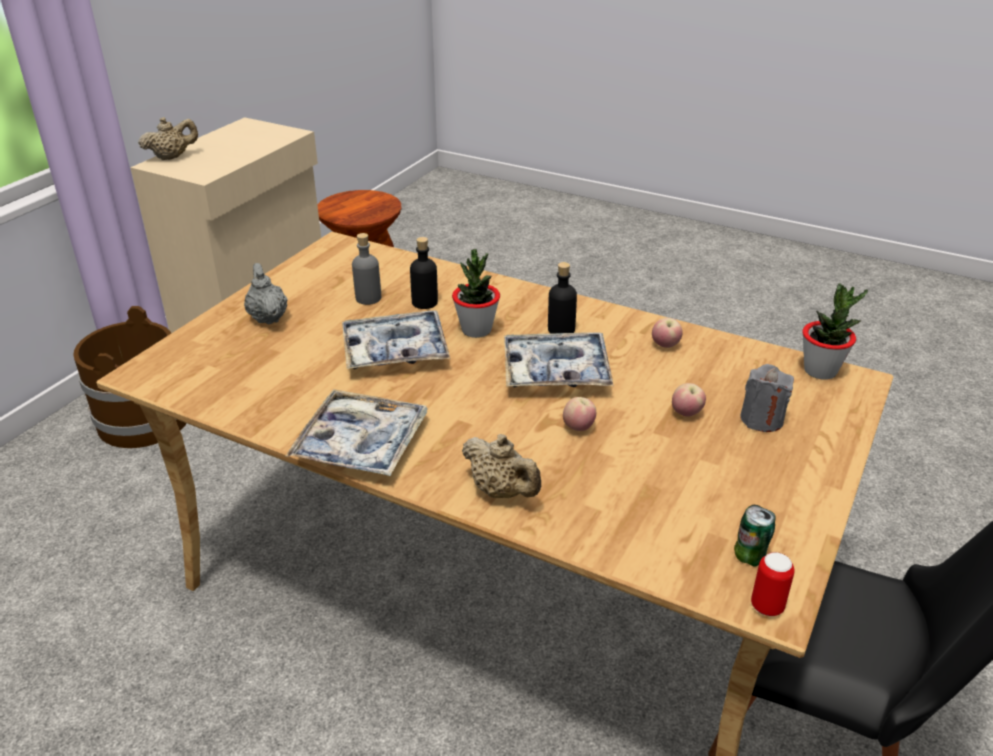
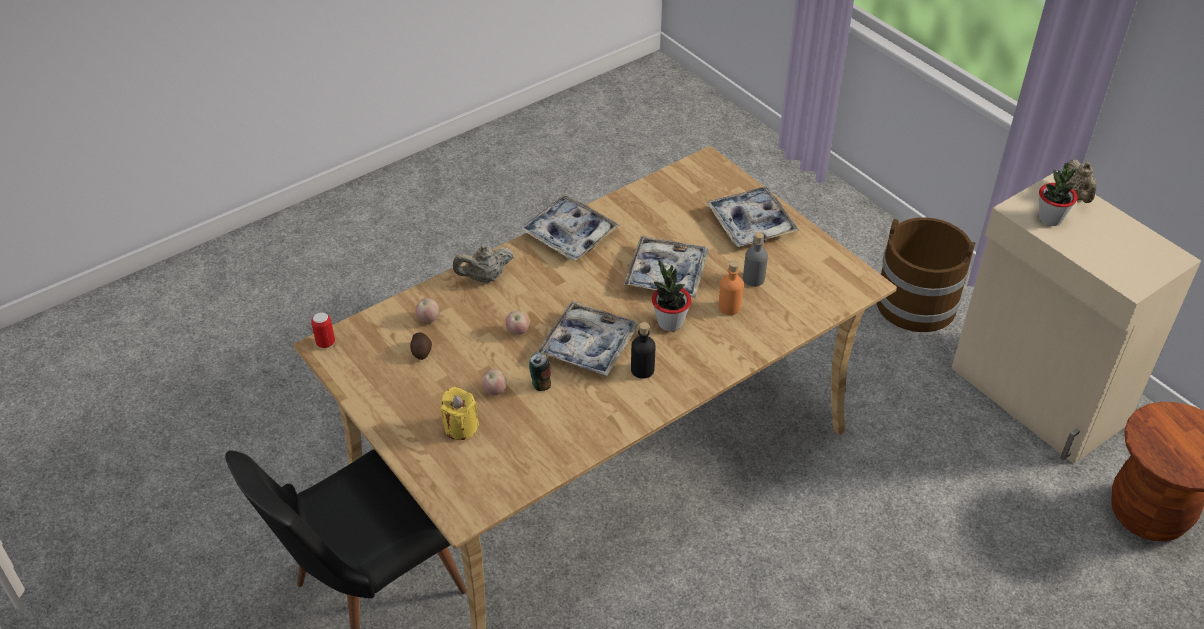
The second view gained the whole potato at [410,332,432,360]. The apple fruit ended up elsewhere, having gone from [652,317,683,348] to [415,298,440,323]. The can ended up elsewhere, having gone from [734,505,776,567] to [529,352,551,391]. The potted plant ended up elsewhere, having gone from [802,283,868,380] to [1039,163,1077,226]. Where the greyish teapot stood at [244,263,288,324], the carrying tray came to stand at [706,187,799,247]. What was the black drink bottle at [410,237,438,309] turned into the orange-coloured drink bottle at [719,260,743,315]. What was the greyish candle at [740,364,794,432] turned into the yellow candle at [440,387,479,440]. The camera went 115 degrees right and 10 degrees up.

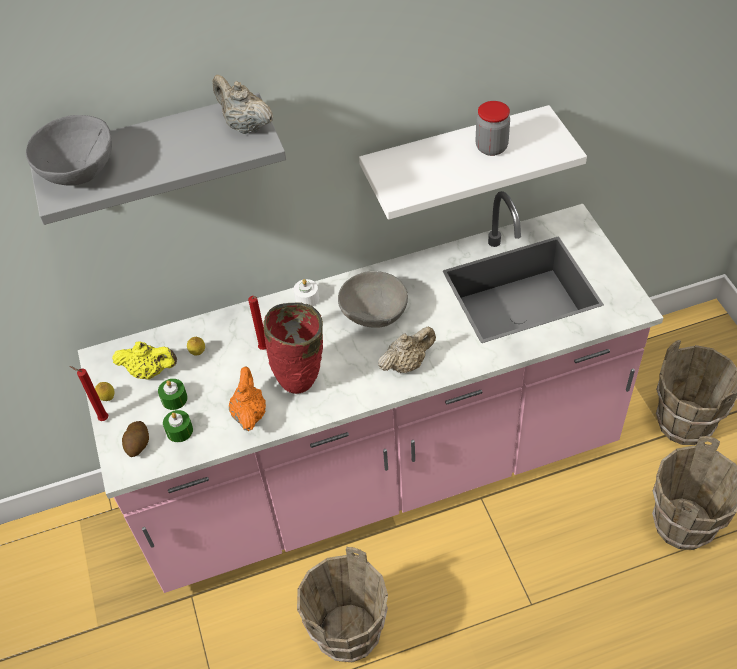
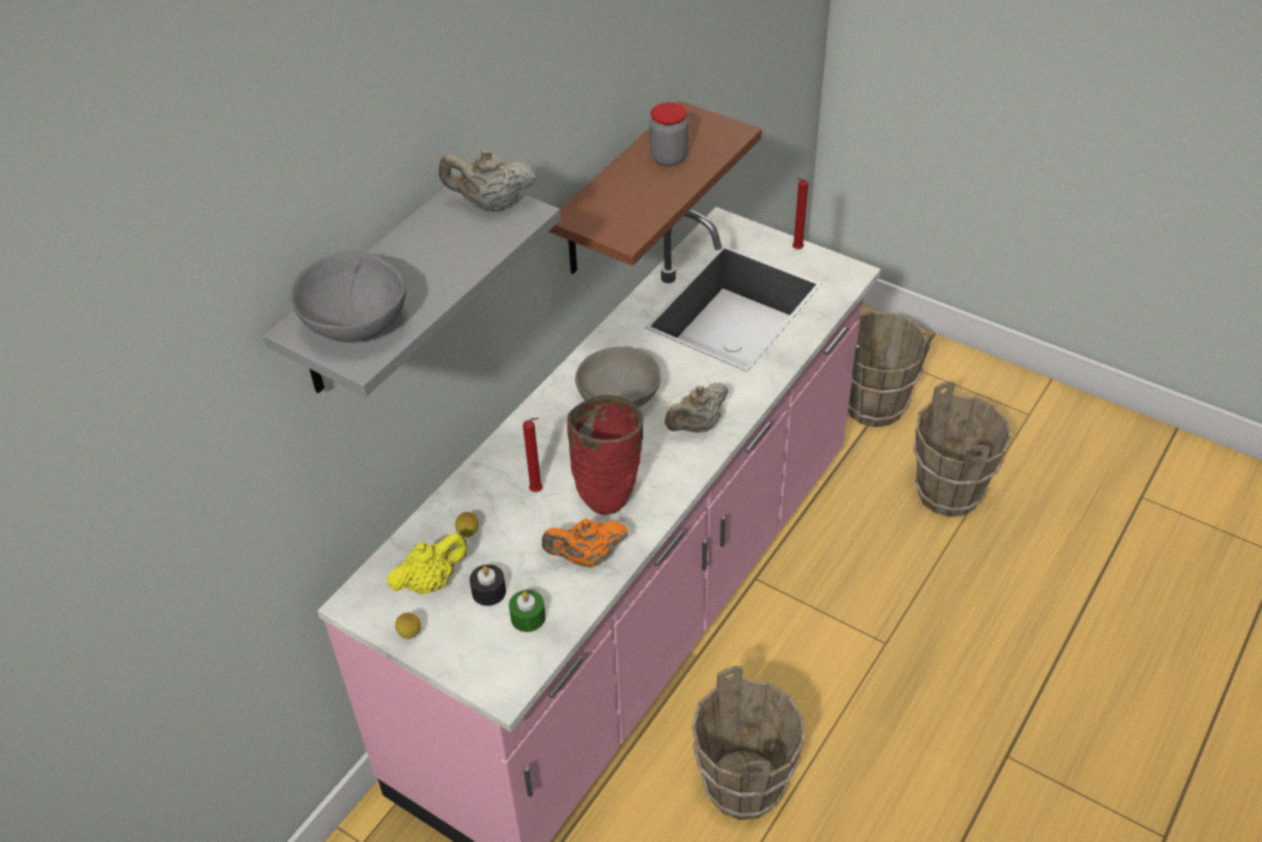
The second view lost the whole potato at [122,421,149,457]. The second view lost the white-coloured candle at [293,279,319,306]. The red candle ended up elsewhere, having gone from [69,366,108,421] to [792,177,808,249]. What was the greenish candle at [158,379,188,410] turned into the black candle at [470,564,506,606]. What was the white-coloured bracket shelf at [359,105,587,220] turned into the brownish bracket shelf at [548,101,762,274]. The orange-coloured teapot at [229,366,266,431] ended up facing another way, 60 degrees counterclockwise from before. The beige teapot at [378,327,436,373] ended up facing another way, 150 degrees counterclockwise from before. The camera went 40 degrees left and 5 degrees down.

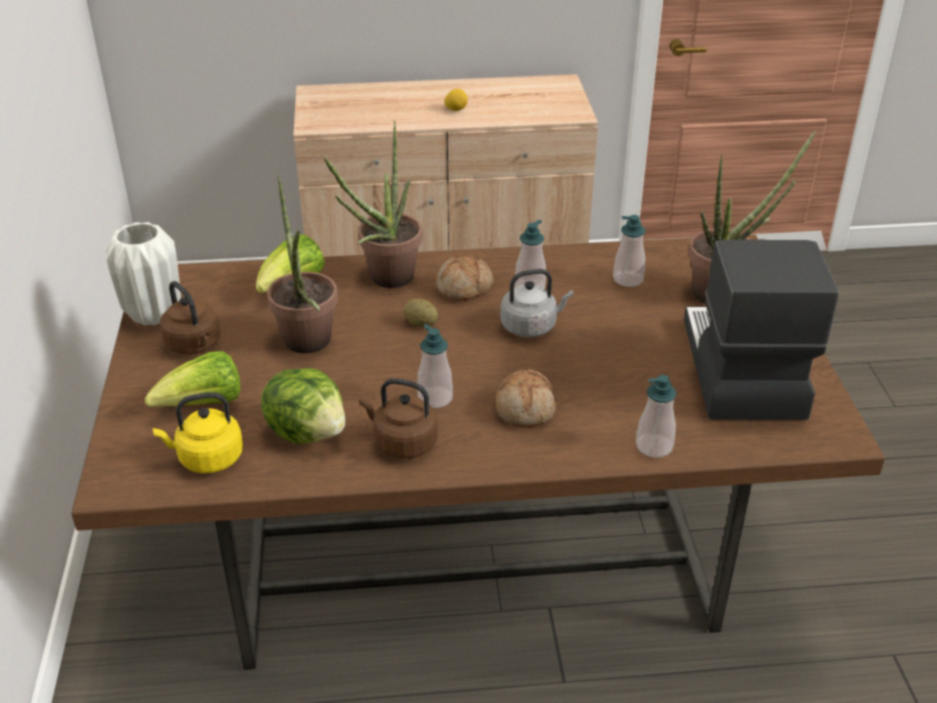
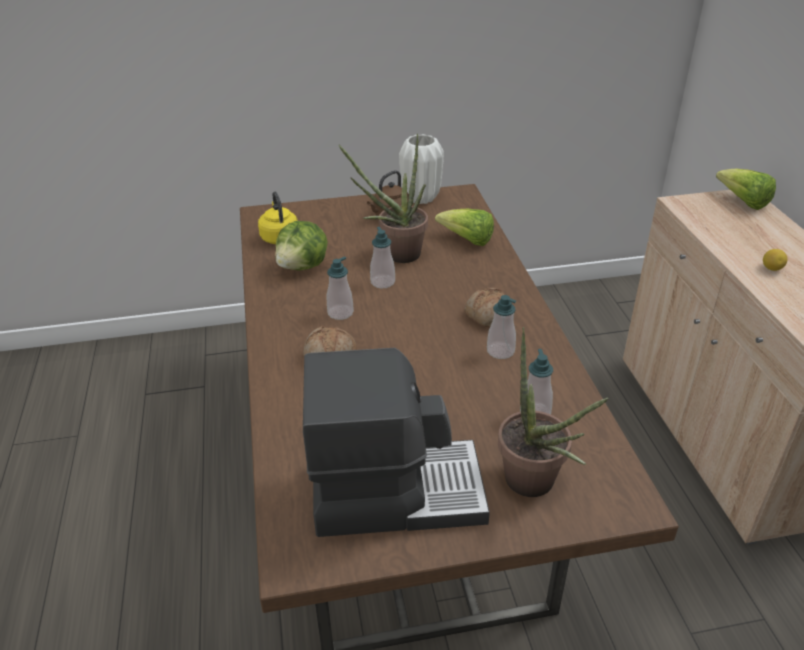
The second view lost the potted plant at [324,120,422,288]. The second view lost the brownish water kettle at [359,378,438,459]. The second view lost the whole potato at [403,299,438,327]. The second view lost the greyish water kettle at [500,269,574,338]. The lettuce ended up elsewhere, having gone from [145,351,241,407] to [716,169,776,210]. The soap bottle ended up elsewhere, having gone from [636,375,676,458] to [370,227,395,288]. The camera went 85 degrees right and 0 degrees up.

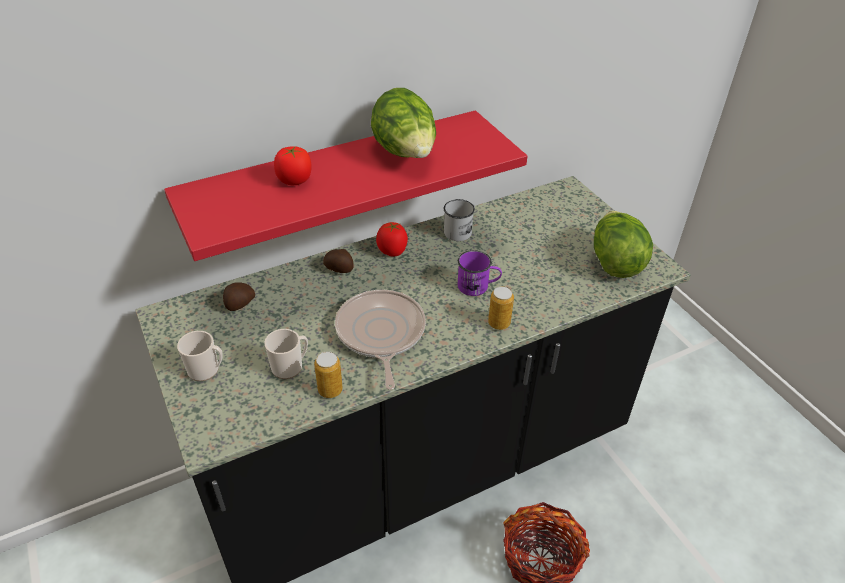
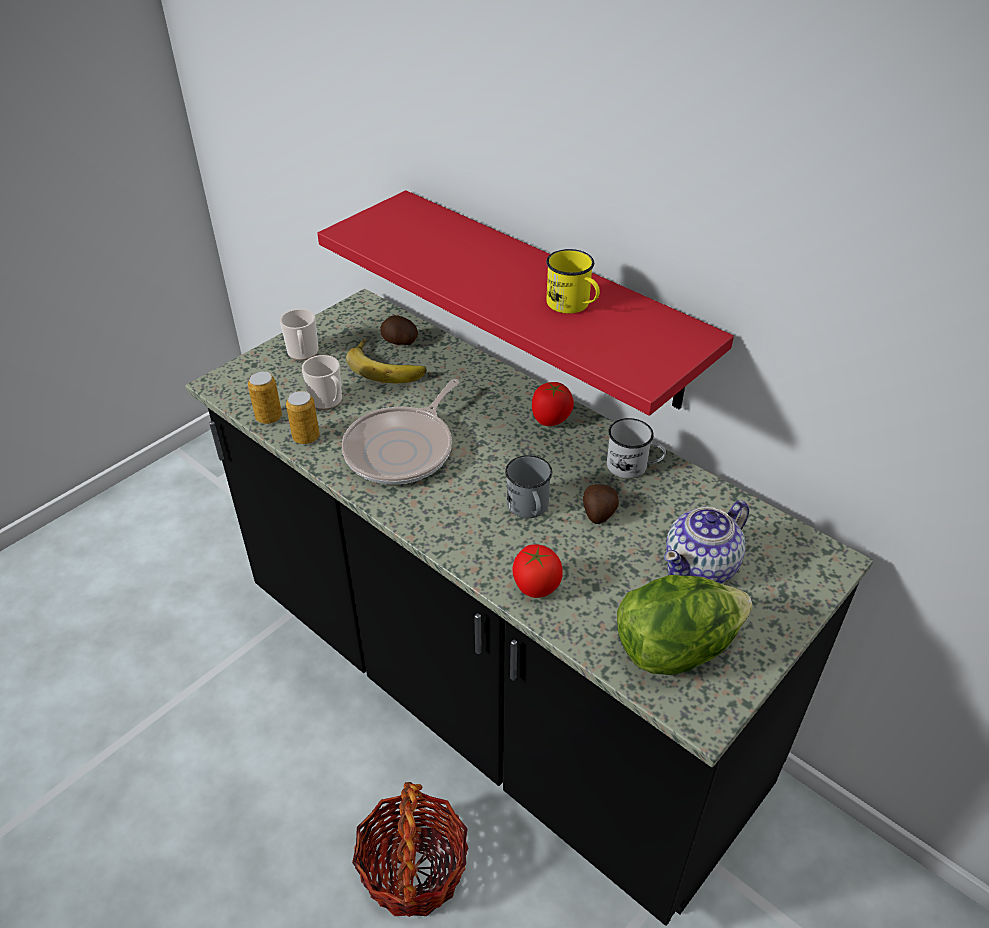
The second view gained the banana fruit at [346,338,427,383]. The second view gained the teapot at [664,500,749,584]. The whole tomato ended up elsewhere, having gone from [274,146,312,185] to [513,544,563,598]. The whole potato ended up elsewhere, having gone from [323,249,354,273] to [583,484,619,524]. The can ended up elsewhere, having gone from [488,286,514,330] to [248,371,282,424]. Where the lettuce stood at [371,88,436,158], the yellow tea mug came to stand at [546,249,600,314]. What was the purplish tea mug at [458,250,502,296] turned into the greyish tea mug at [505,455,552,518]. The skillet at [335,290,426,390] ended up facing another way, 150 degrees clockwise from before. The camera went 70 degrees right and 0 degrees up.

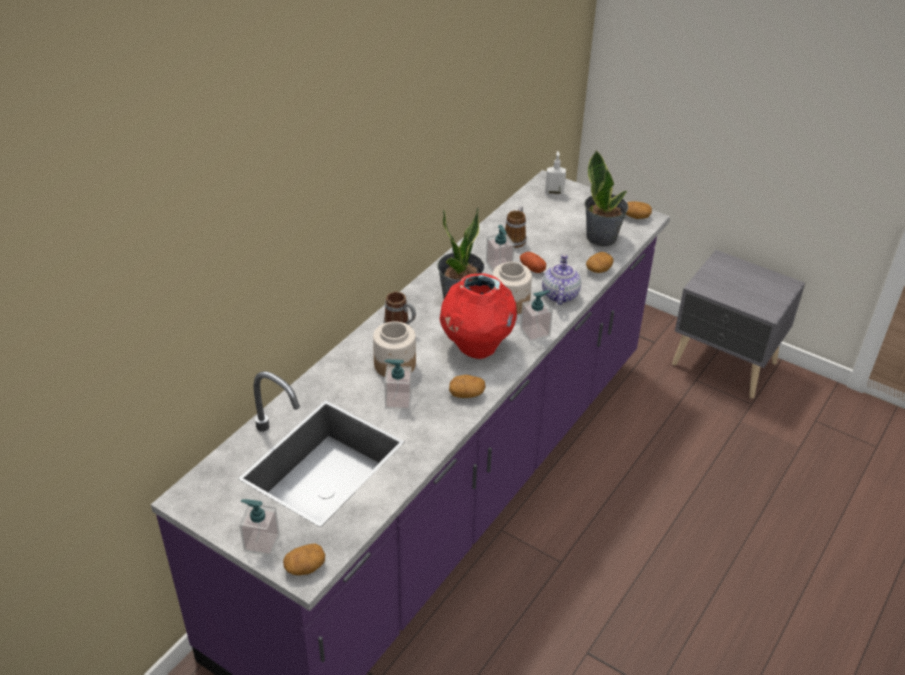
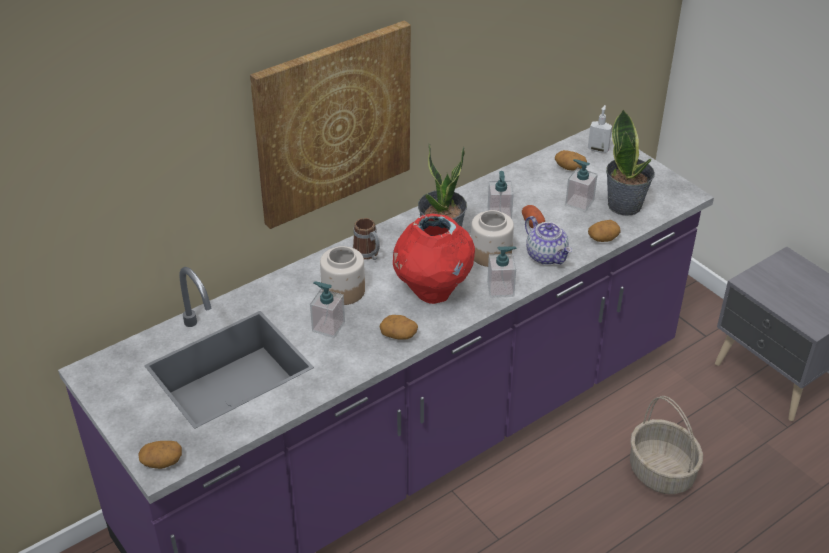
The second view lost the tea mug at [505,206,526,248]. The second view gained the picture at [250,21,411,229]. The second view gained the household basket at [630,396,703,494]. The soap bottle ended up elsewhere, having gone from [239,499,280,556] to [565,159,598,212]. The whole potato ended up elsewhere, having gone from [626,202,652,219] to [555,150,587,171]. The teapot at [542,254,581,305] ended up facing another way, 120 degrees clockwise from before. The camera went 20 degrees right and 0 degrees up.

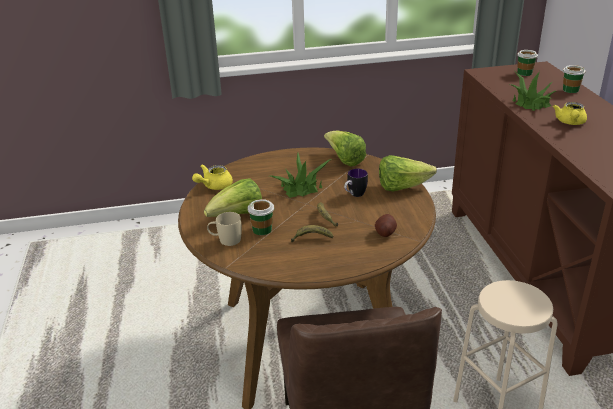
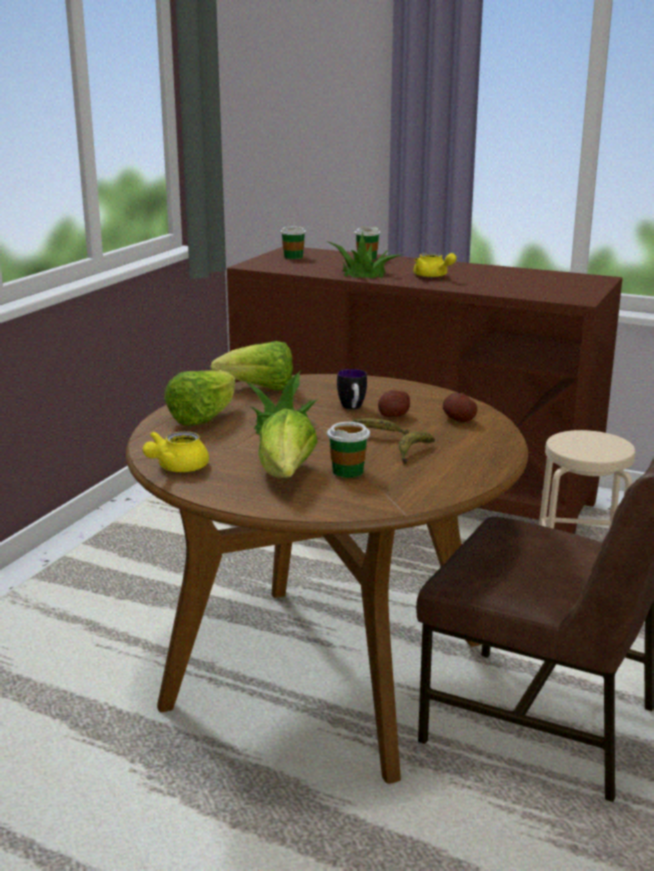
The second view lost the beige tea mug at [207,212,242,246]. The second view gained the whole potato at [378,390,410,417]. The lettuce ended up elsewhere, having gone from [379,155,437,191] to [164,370,236,426]. The yellow teapot at [192,164,233,190] ended up facing another way, 45 degrees clockwise from before. The camera went 55 degrees left and 10 degrees down.

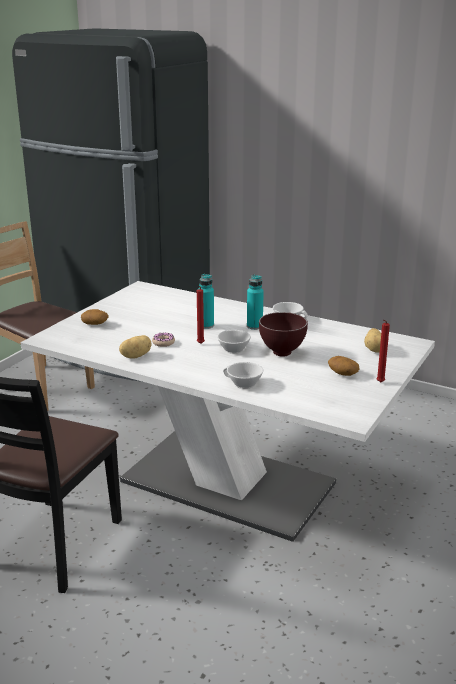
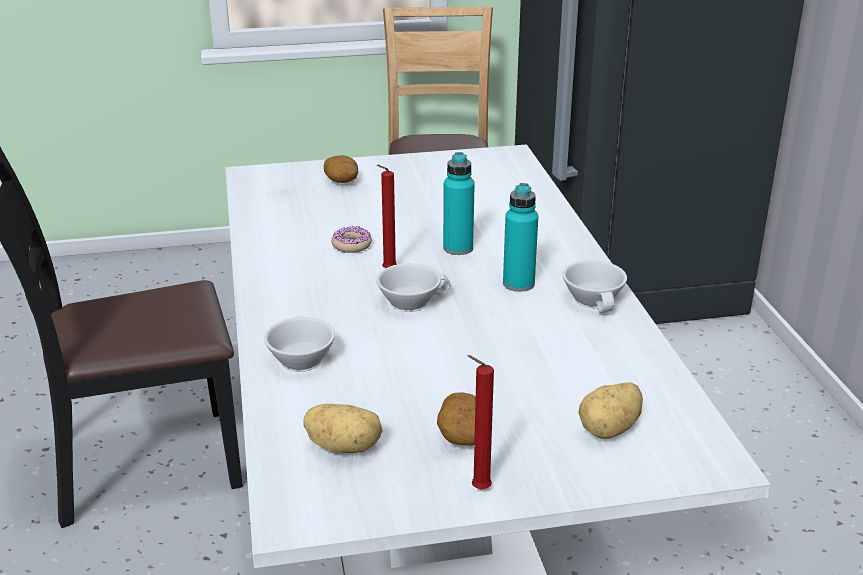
The second view lost the brownish deep dish at [259,312,308,357]. The whole potato ended up elsewhere, having gone from [119,335,152,359] to [303,404,383,453]. The camera went 50 degrees right and 5 degrees up.

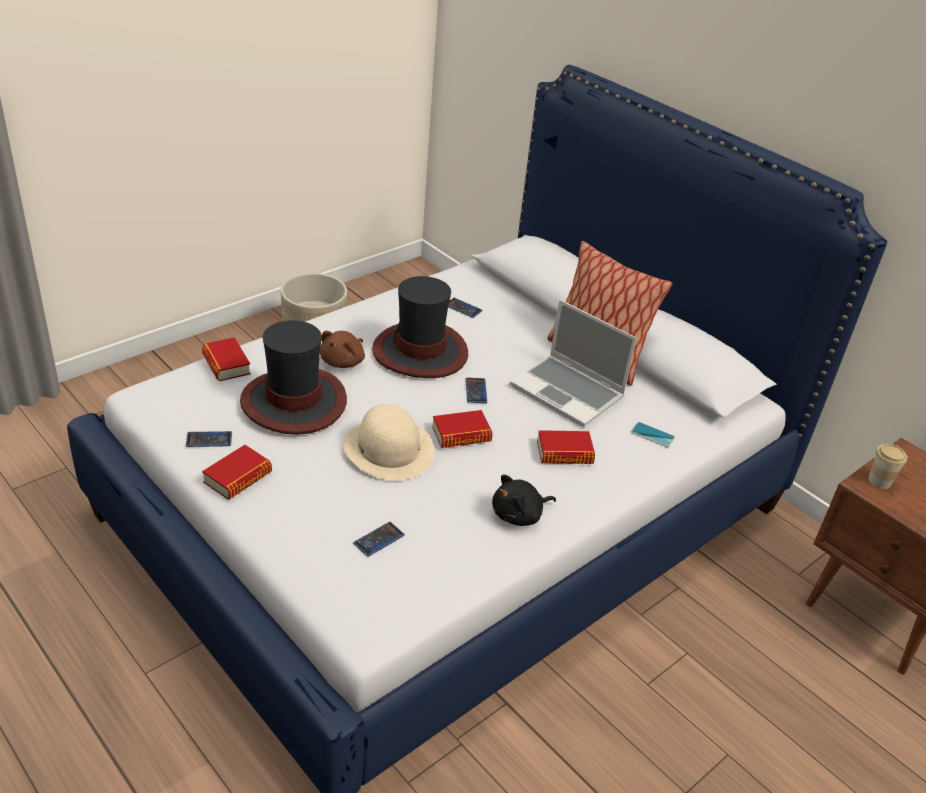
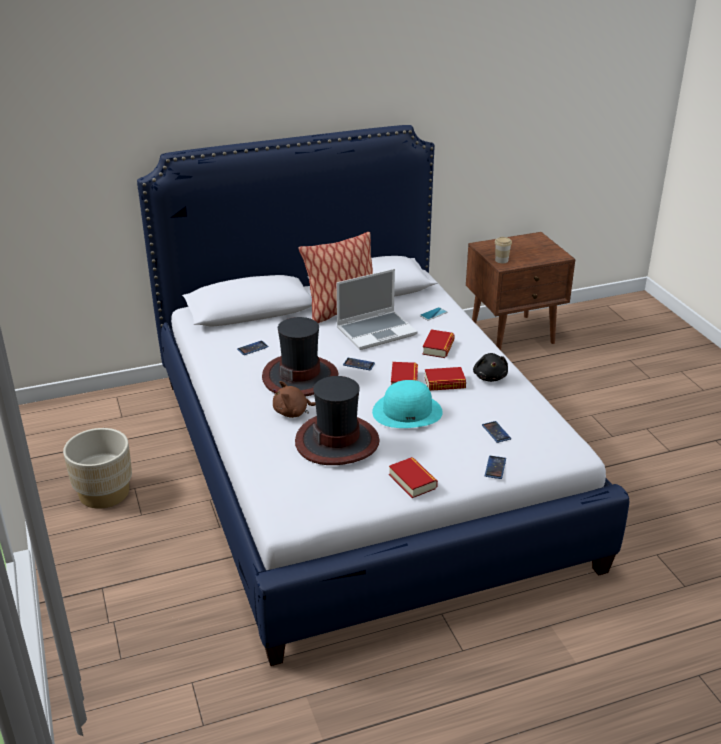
The phone ended up elsewhere, having gone from [186,431,232,447] to [485,455,506,479]. The volume ended up elsewhere, having gone from [202,337,251,381] to [425,367,466,391]. What was the beige hat at [343,404,434,481] turned into the blue-green hat at [372,380,443,428]. The brownish soft toy at [320,331,365,368] ended up facing another way, 120 degrees clockwise from before. The camera went 65 degrees left and 5 degrees down.

